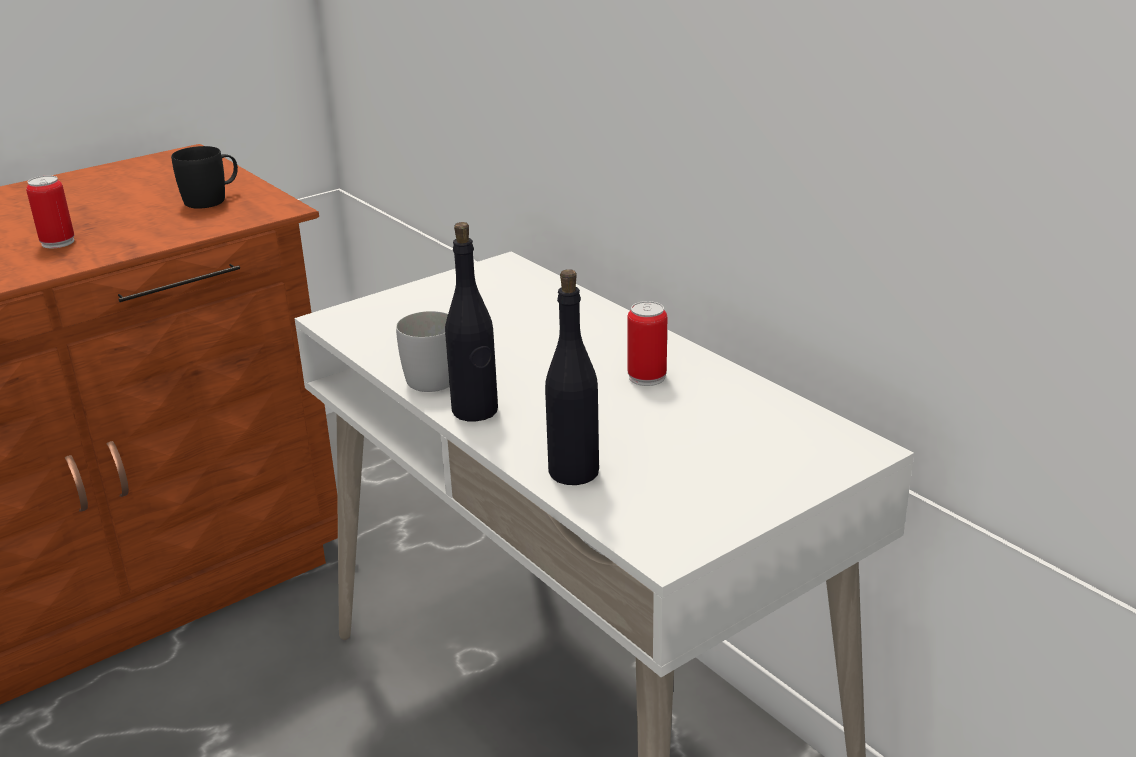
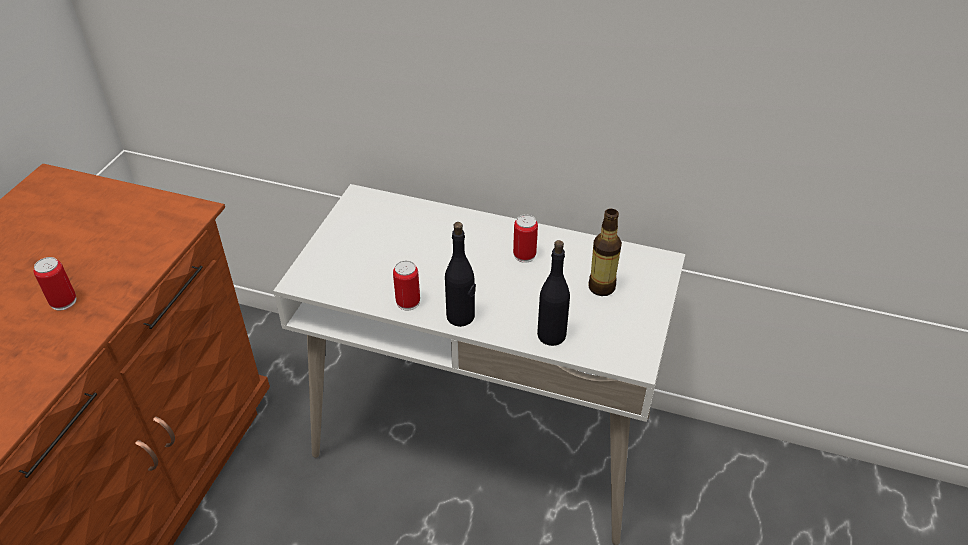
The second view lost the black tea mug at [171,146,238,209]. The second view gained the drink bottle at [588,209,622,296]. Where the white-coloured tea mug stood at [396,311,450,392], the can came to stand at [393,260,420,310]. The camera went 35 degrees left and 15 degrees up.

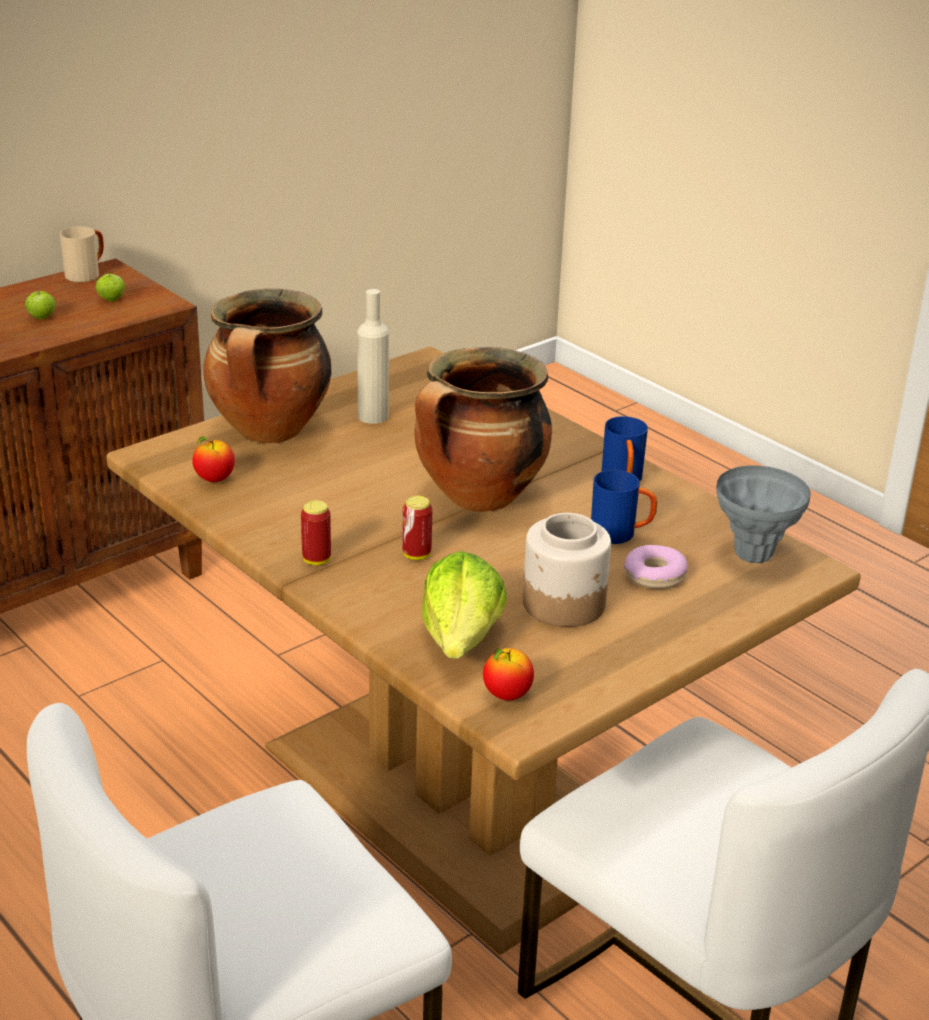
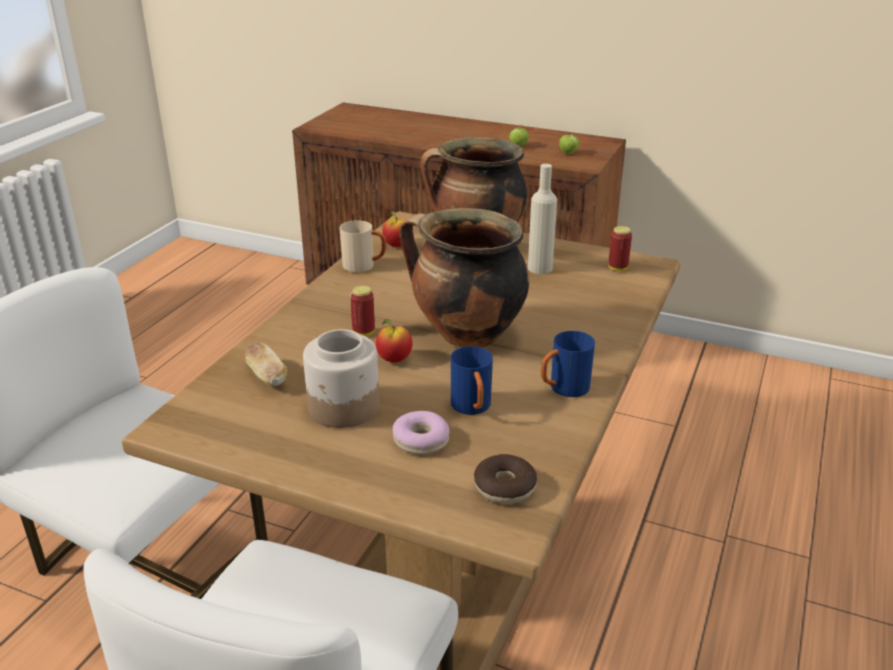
The beige tea mug ended up elsewhere, having gone from [60,227,104,282] to [340,220,386,272]. The can ended up elsewhere, having gone from [301,500,331,565] to [608,226,632,271]. The apple fruit ended up elsewhere, having gone from [483,648,534,701] to [376,319,412,362]. Where the lettuce stood at [422,551,507,659], the baked bread came to stand at [245,343,287,386]. Where the greyish vase stood at [716,466,811,563], the donut came to stand at [474,454,537,504]. The camera went 65 degrees right and 0 degrees up.

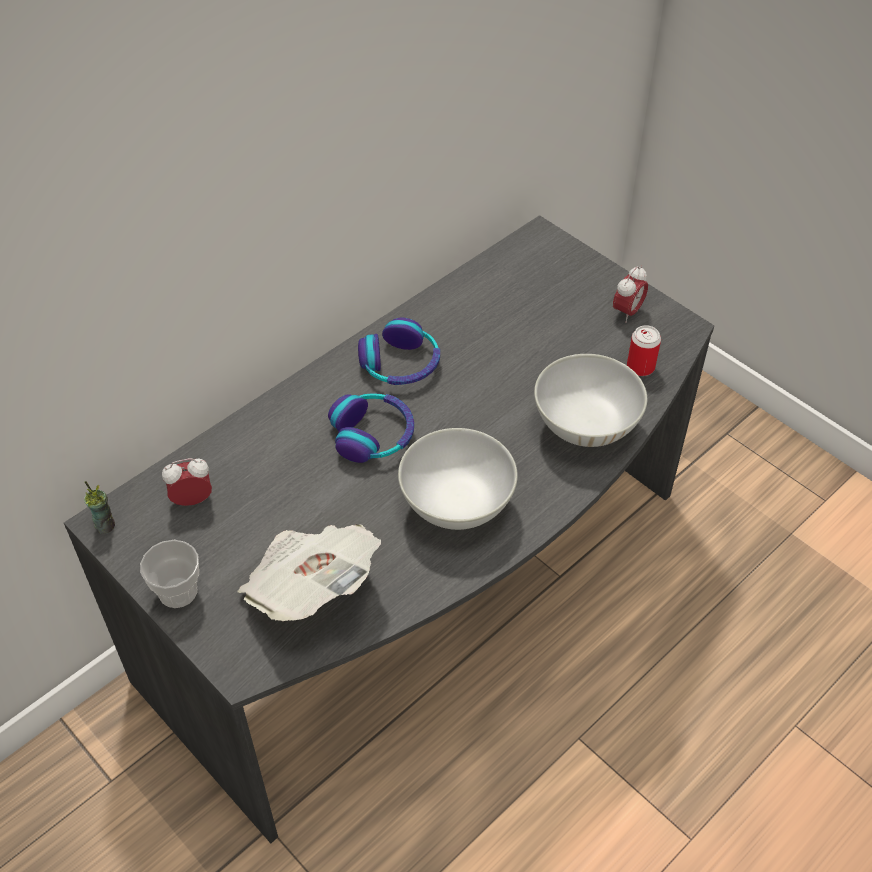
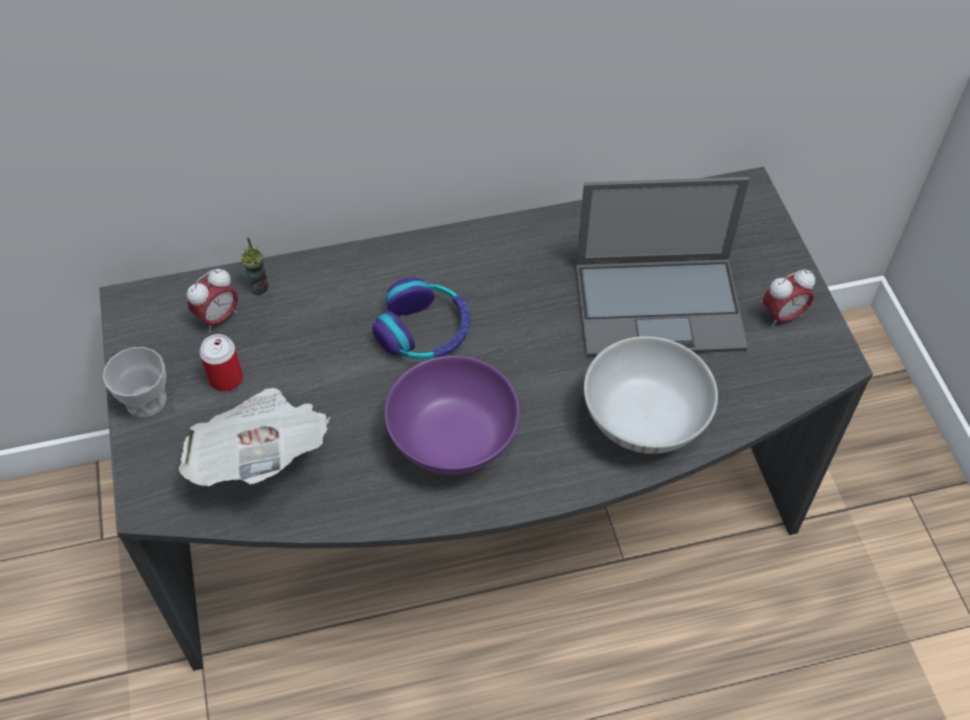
The second view lost the pair of headphones at [358,318,440,385]. The second view gained the portable computer at [576,177,749,357]. The cup ended up elsewhere, having gone from [84,481,115,534] to [239,237,269,295]. The can ended up elsewhere, having gone from [627,325,661,376] to [199,334,243,392]. What was the white-coloured deep dish at [398,428,518,530] turned into the purplish deep dish at [385,356,520,475]. The bedside clock at [162,458,212,506] ended up facing another way, 120 degrees clockwise from before. The camera went 30 degrees right and 5 degrees up.

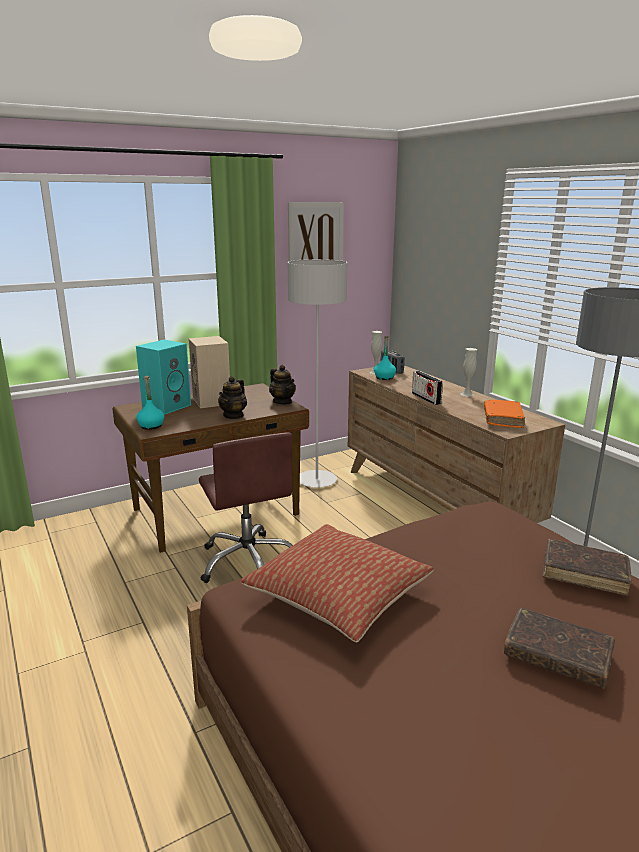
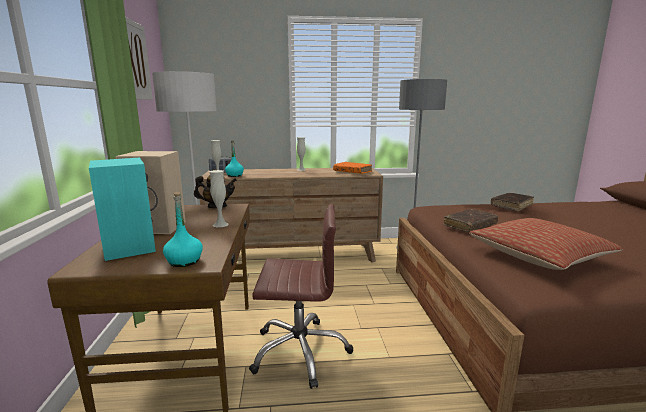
The second view lost the radio at [412,371,443,405]. The brownish volume ended up elsewhere, having gone from [504,608,615,689] to [443,209,498,232]. Where the teapot stood at [218,376,247,419], the white-coloured vase came to stand at [210,170,229,227]. The camera went 65 degrees left and 5 degrees down.

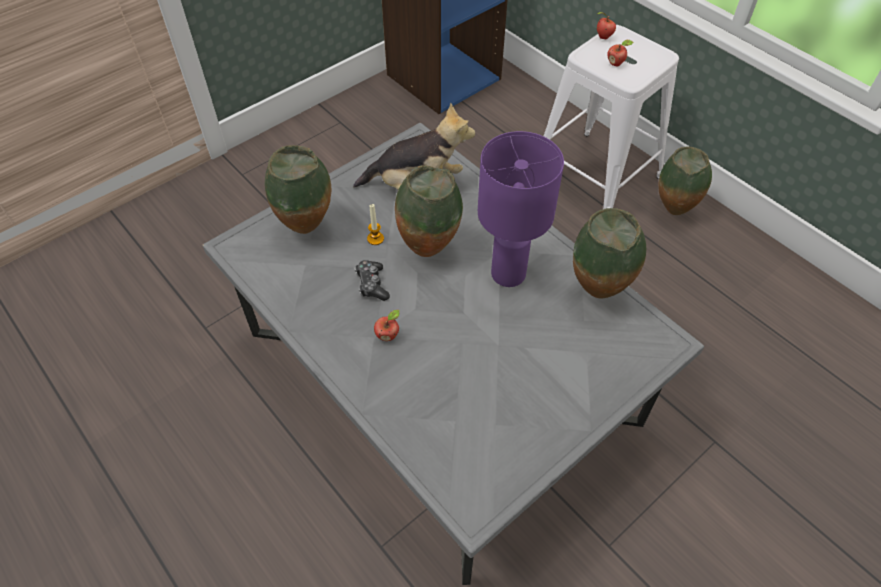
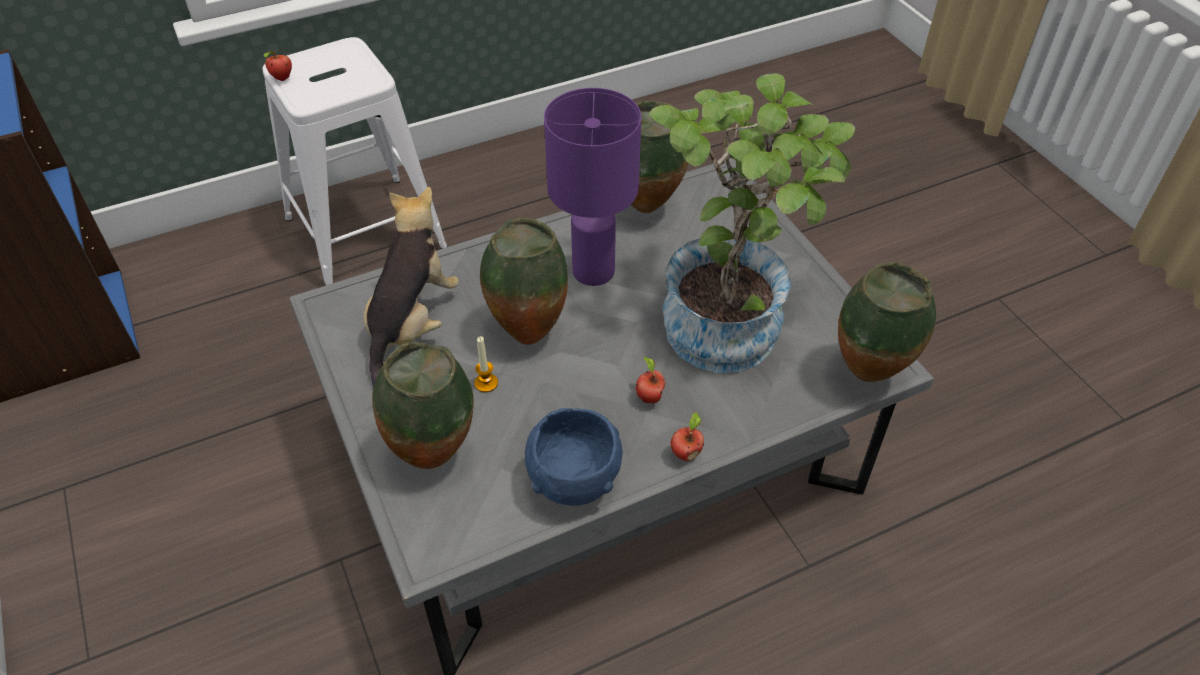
The second view lost the gamepad at [355,260,390,301]. The second view gained the blue deep dish at [525,408,623,506]. The second view gained the potted plant at [649,73,855,373]. The apple fruit ended up elsewhere, having gone from [607,40,634,66] to [671,412,704,461]. The vase ended up elsewhere, having gone from [658,146,712,215] to [838,262,936,382]. The camera went 75 degrees left and 5 degrees down.

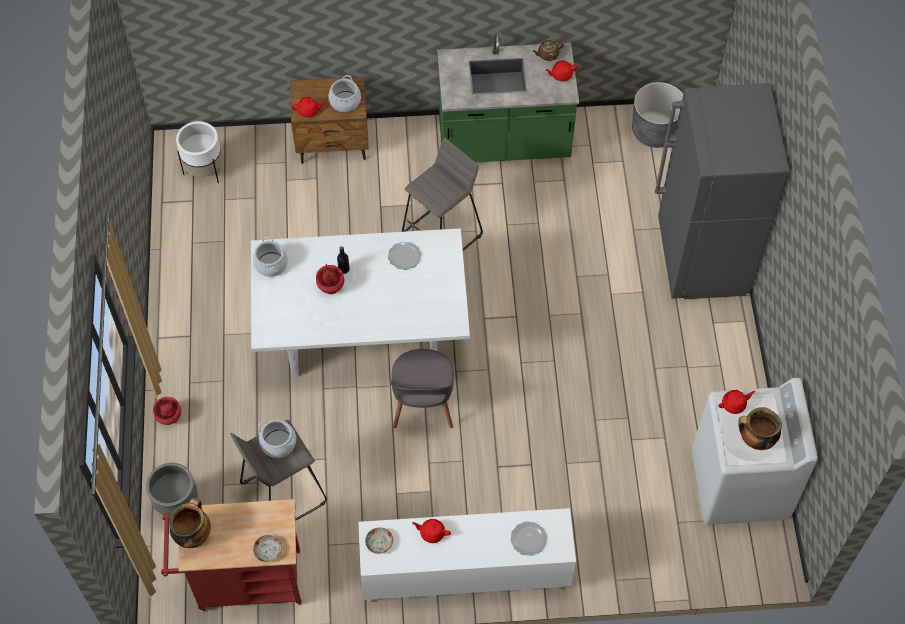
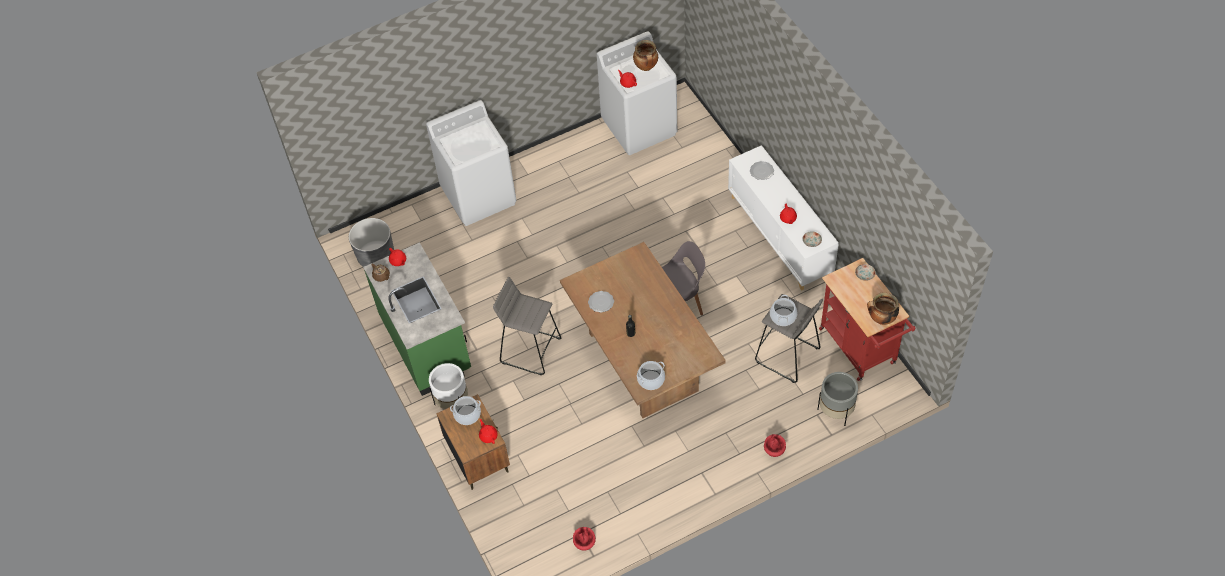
The white-coloured flower pot ended up elsewhere, having gone from [176,121,223,183] to [429,363,468,409]. The red vase ended up elsewhere, having gone from [316,264,344,294] to [573,527,596,551]. Where the greyish kitchen fridge stood at [655,83,789,299], the white-coloured laundry machine came to stand at [426,100,517,226]. What was the white-coloured dining table at [251,228,470,377] turned into the brownish dining table at [560,242,726,418]. The camera went 110 degrees left and 5 degrees down.

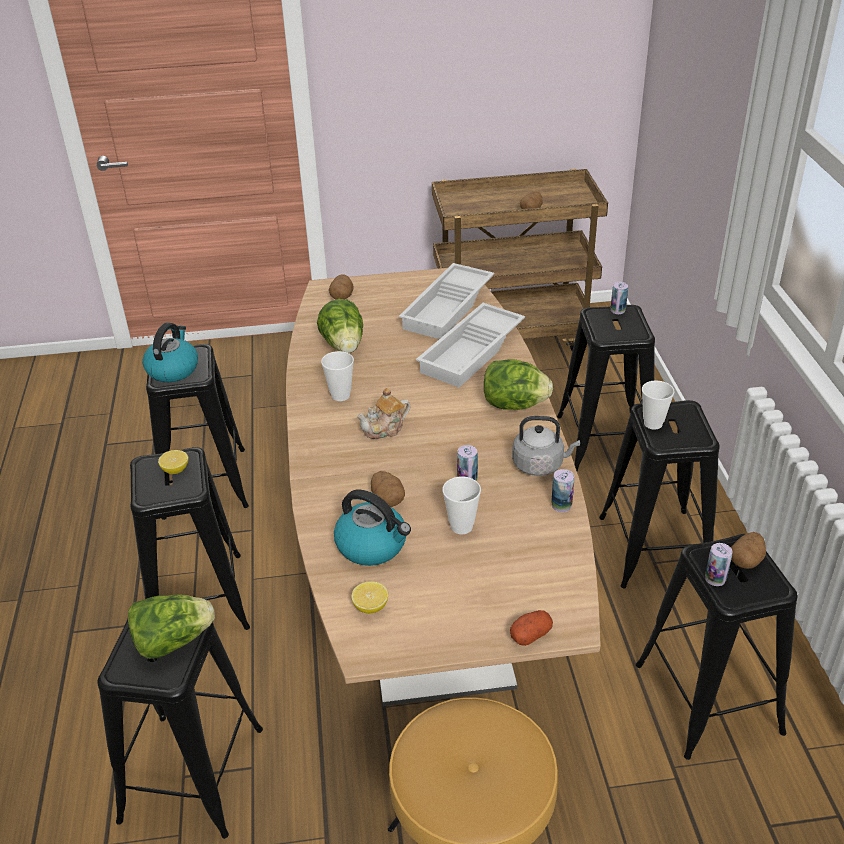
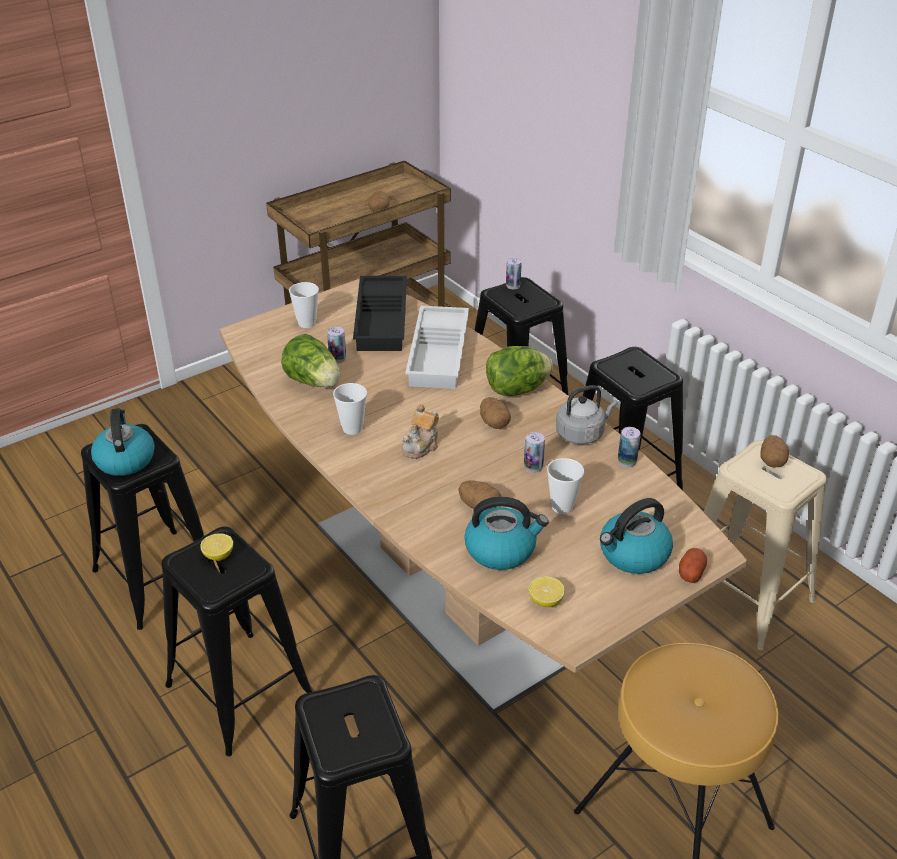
The second view lost the lettuce at [128,594,215,659]. The second view gained the water kettle at [600,498,673,574]. The whole potato ended up elsewhere, having gone from [329,275,354,300] to [480,397,511,429]. The cup ended up elsewhere, having gone from [642,381,675,430] to [289,282,319,328]. The can ended up elsewhere, having gone from [705,543,733,586] to [327,327,346,363]. What was the white-coloured carrying tray at [399,263,494,339] turned into the black carrying tray at [353,276,407,351]. What was the black stool seat at [636,534,798,760] turned into the beige stool seat at [704,440,827,650]. The camera went 30 degrees left and 0 degrees up.

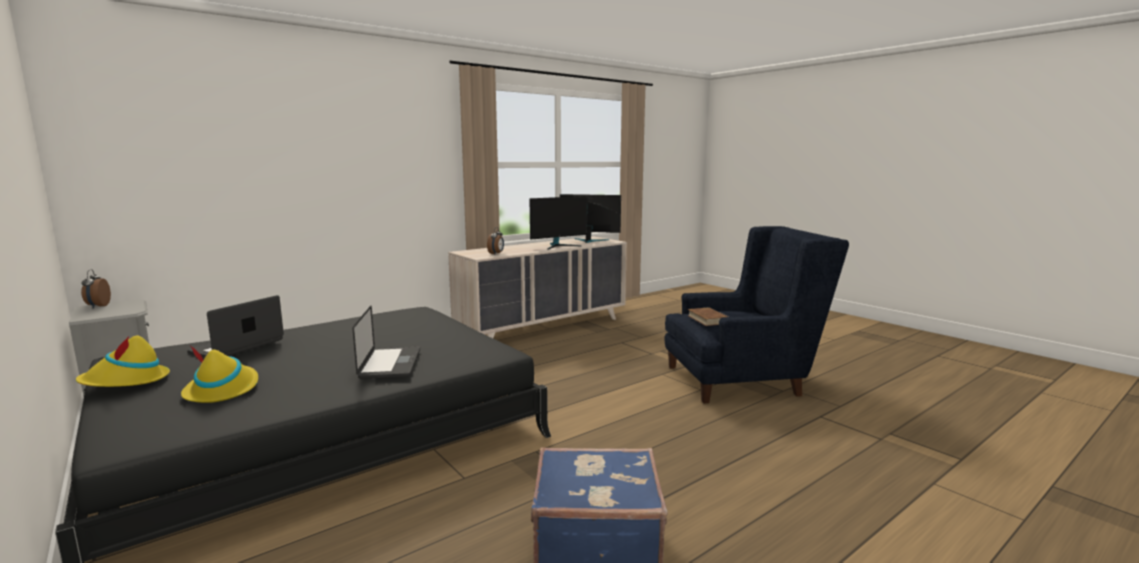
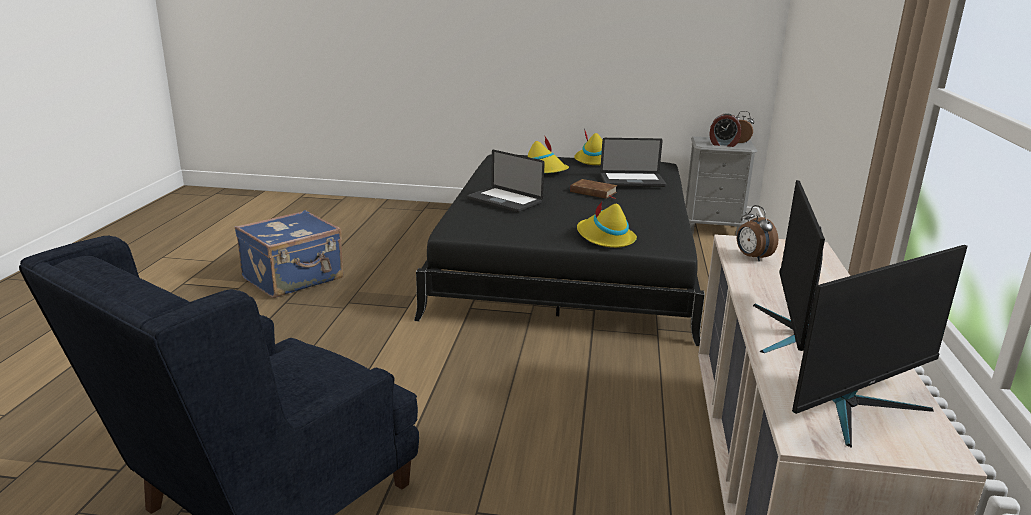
The second view gained the yellow hat at [577,202,637,248]. The second view gained the bedside clock at [709,113,741,147]. The brownish volume ended up elsewhere, having gone from [688,307,728,326] to [570,179,618,199]. The portable computer at [187,295,284,358] ended up facing another way, 105 degrees clockwise from before. The camera went 135 degrees right and 10 degrees up.

